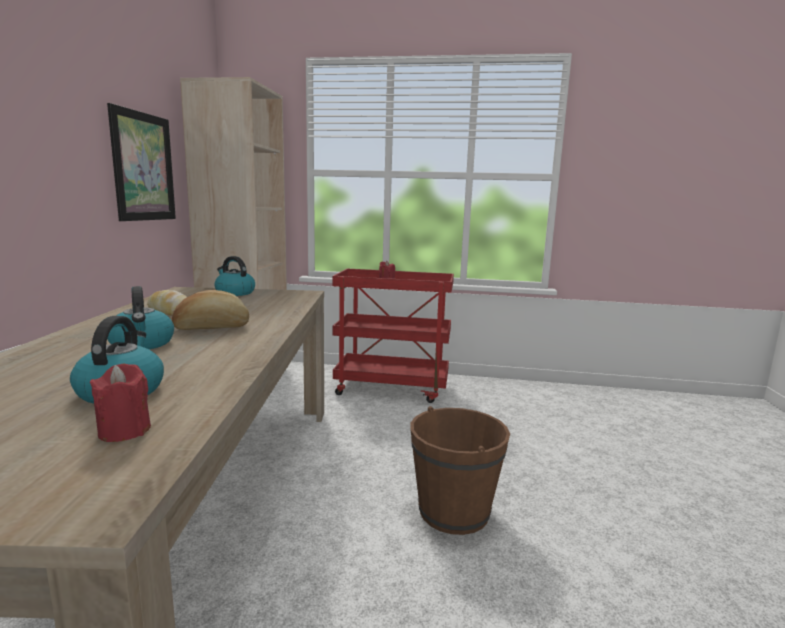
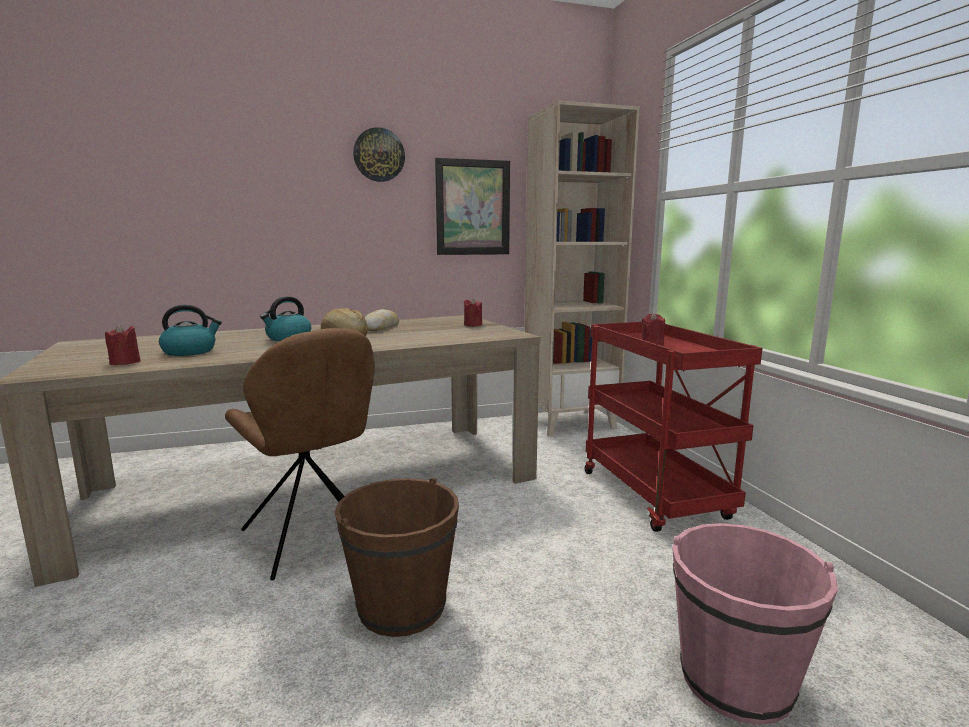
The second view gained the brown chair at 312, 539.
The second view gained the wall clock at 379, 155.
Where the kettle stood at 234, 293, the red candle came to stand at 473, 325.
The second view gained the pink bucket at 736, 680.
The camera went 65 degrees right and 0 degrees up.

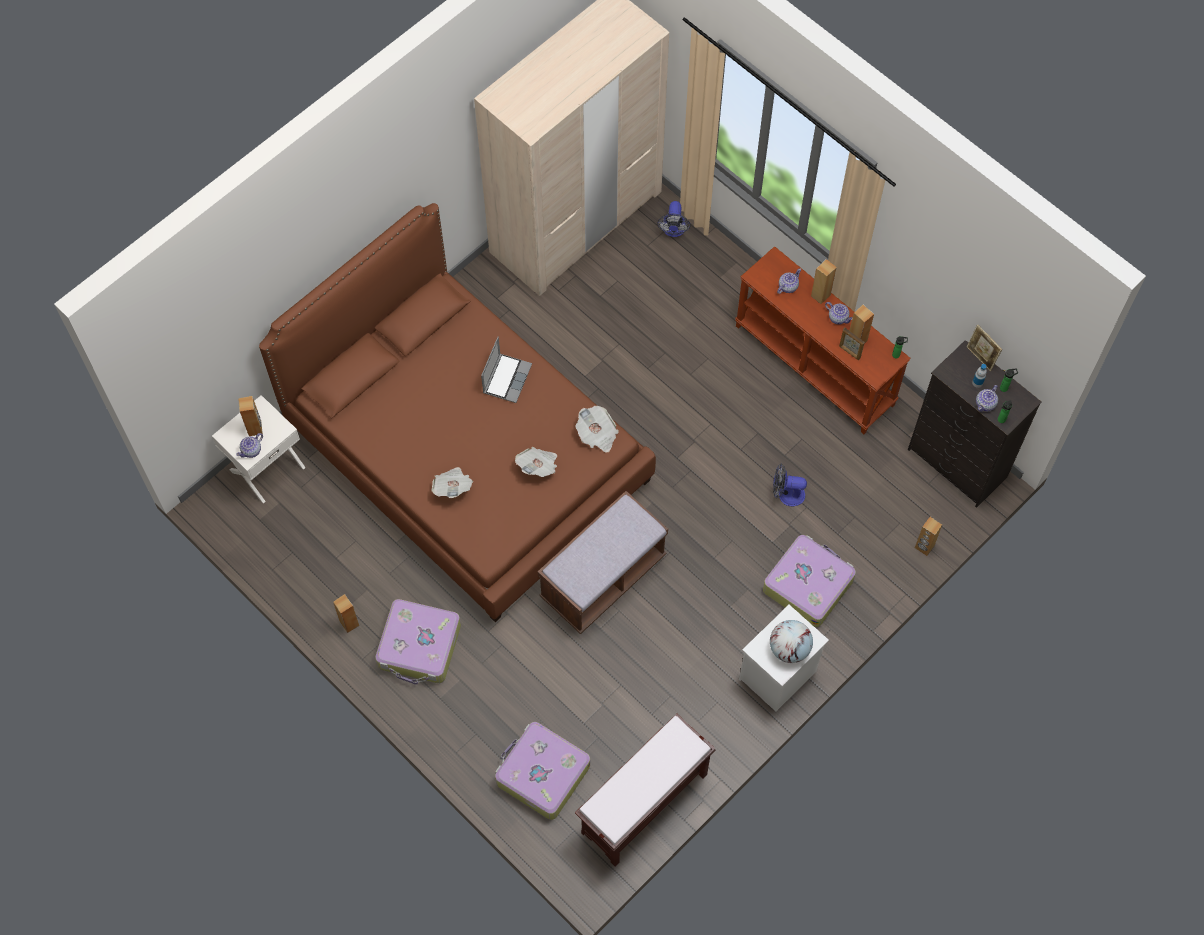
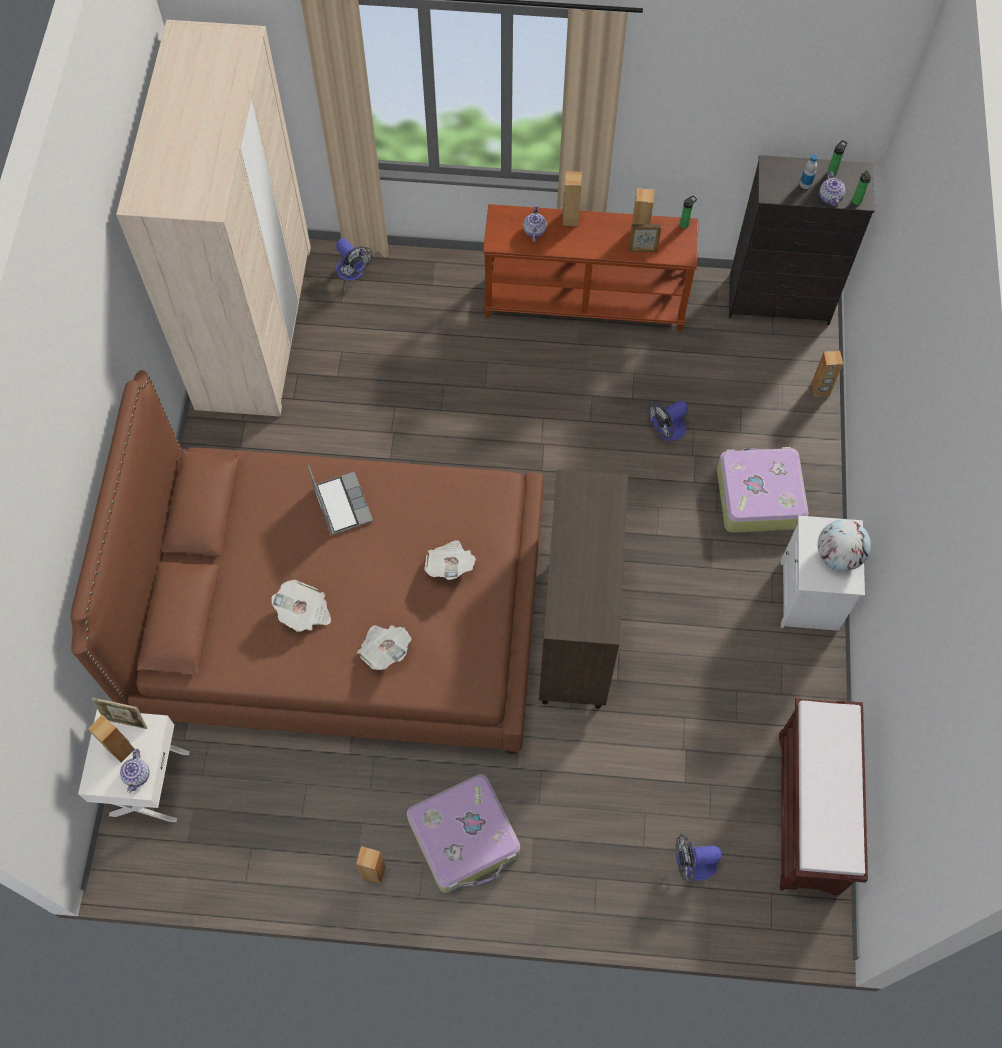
The picture frame ended up elsewhere, having gone from 980, 358 to 126, 722.
The newspaper ended up elsewhere, having gone from 597, 434 to 304, 612.
Where the brown bench stood at 603, 577, the brown cabinet came to stand at 576, 631.
Where the suitcase stood at 542, 774, the fan came to stand at 693, 864.
The second view lost the teapot at 838, 317.
The camera went 40 degrees left and 0 degrees up.

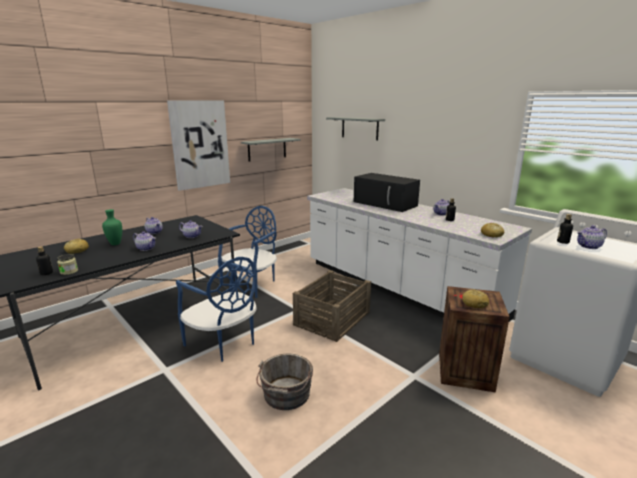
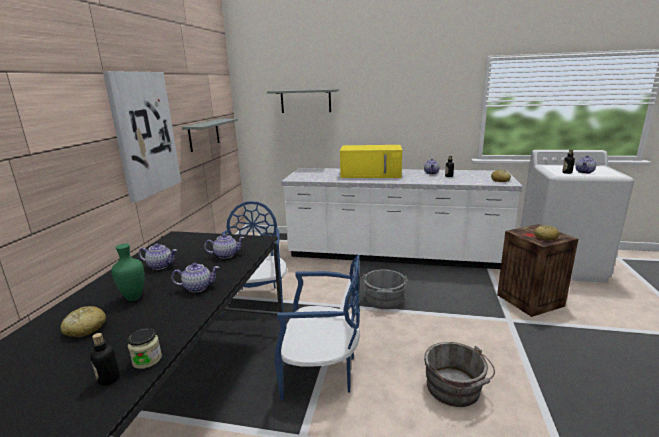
What was the black microwave at 386, 204 turned into the yellow microwave at 371, 174.
Where the crate stood at 333, 318, the grey bucket came to stand at 384, 300.
The camera went 35 degrees left and 0 degrees up.

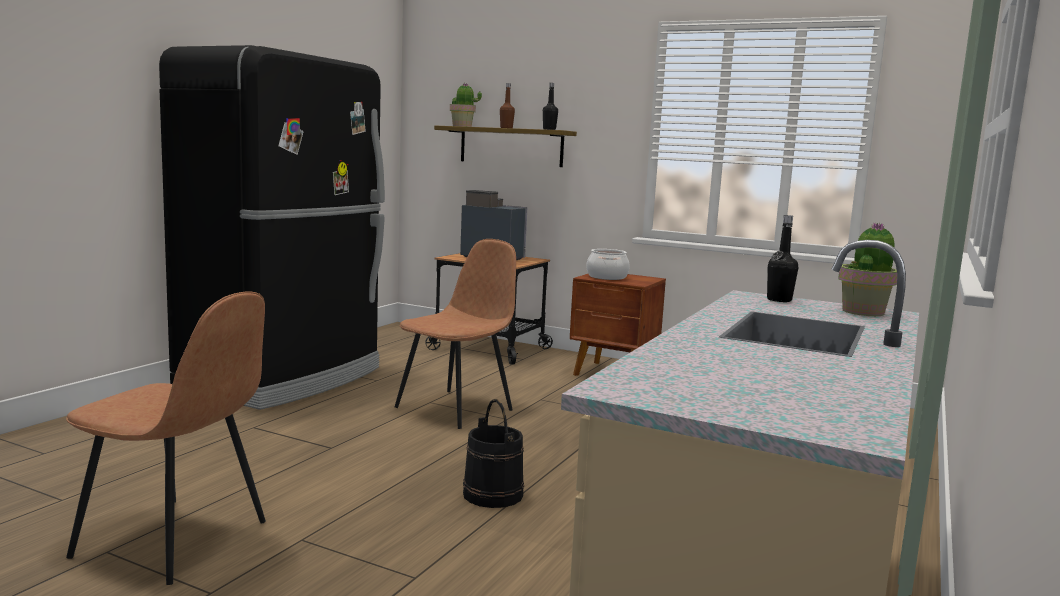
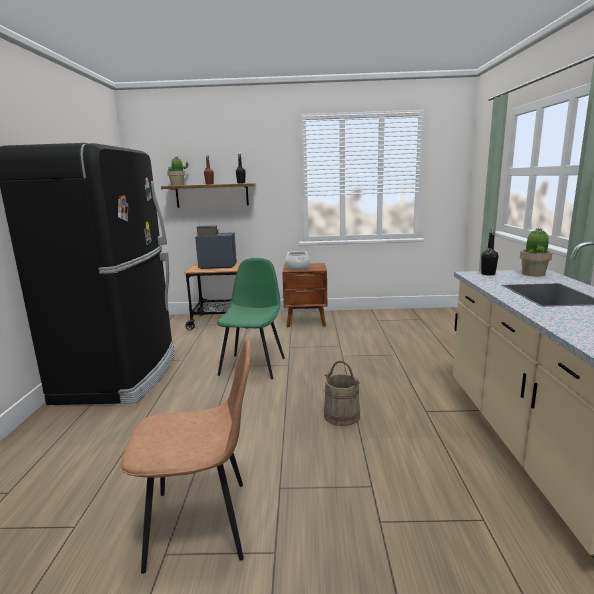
What was the brown chair at 456, 408 turned into the green chair at 253, 366.
What was the black bucket at 492, 494 turned into the beige bucket at 341, 416.
The camera went 25 degrees left and 5 degrees up.

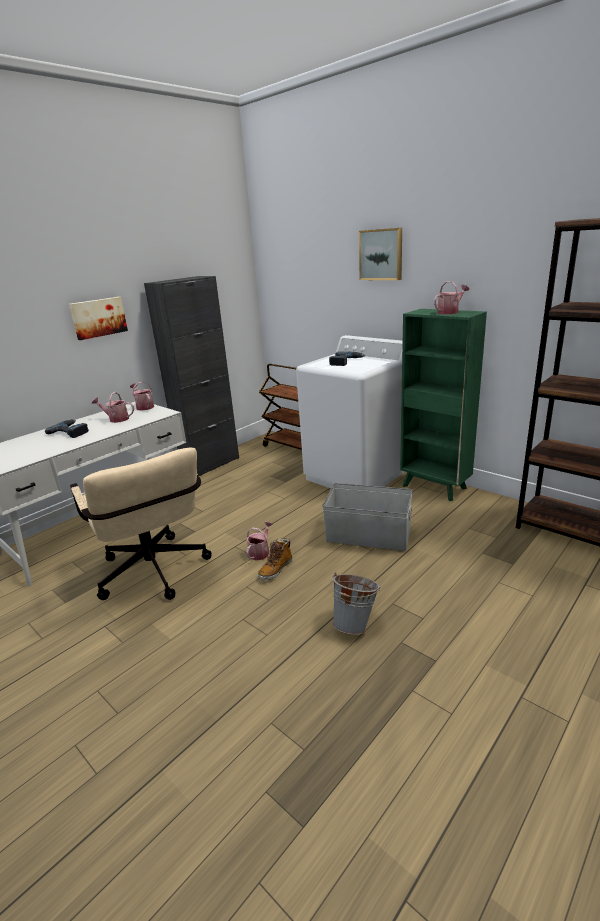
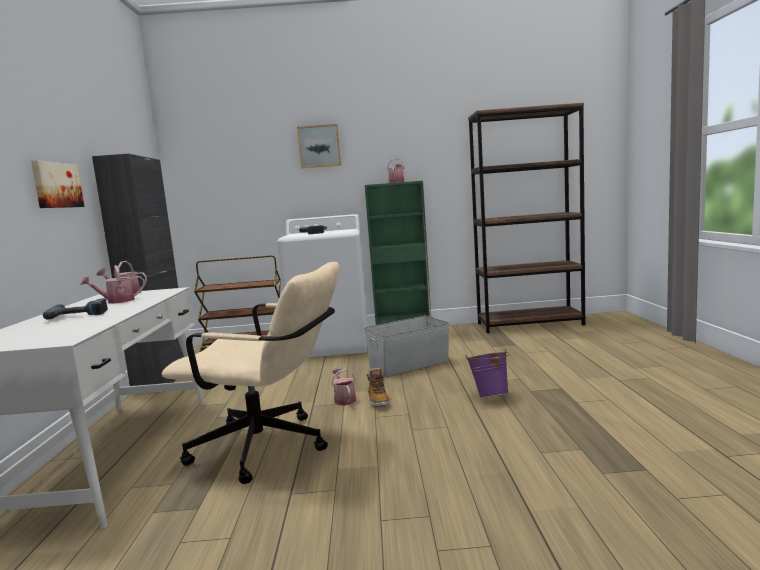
What was the grey bucket at 355, 623 turned into the purple bucket at 490, 396.
The camera went 45 degrees left and 15 degrees down.

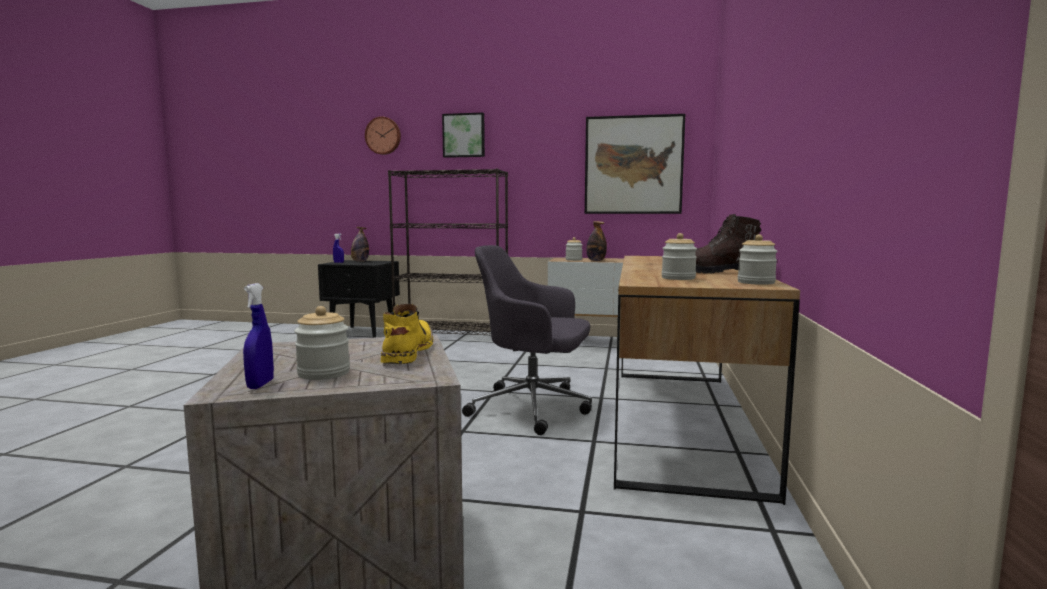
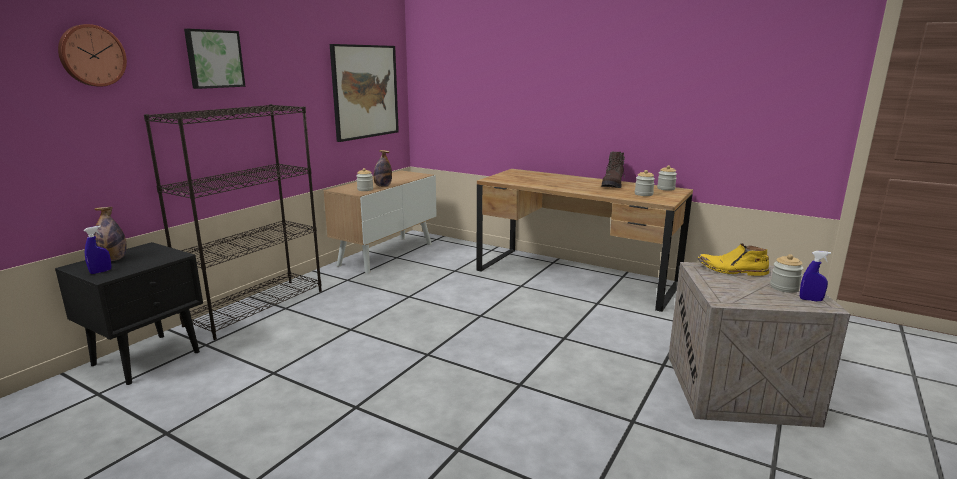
The second view lost the grey office chair at 533, 408.
The camera went 70 degrees left and 10 degrees up.

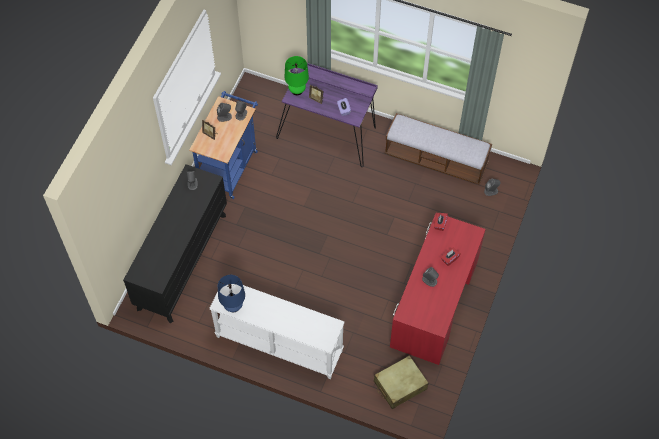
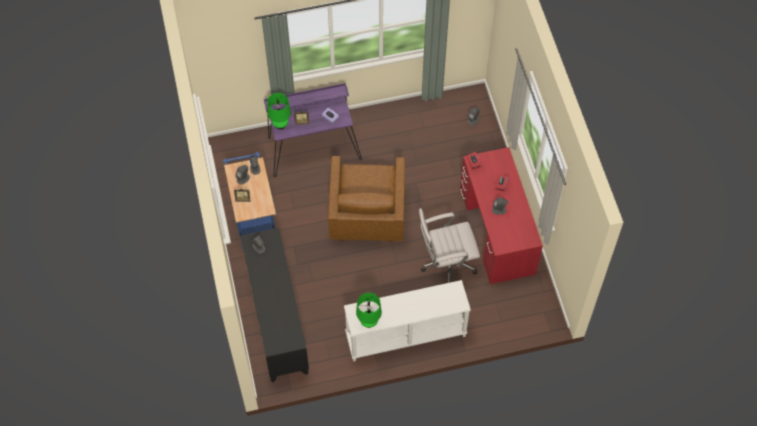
The second view gained the brown armchair at 367, 215.
What was the blue table lamp at 233, 306 turned into the green table lamp at 369, 322.
The second view gained the white office chair at 445, 265.
The second view lost the beige suitcase at 400, 385.
The second view lost the bench at 436, 159.
The camera went 35 degrees left and 0 degrees up.

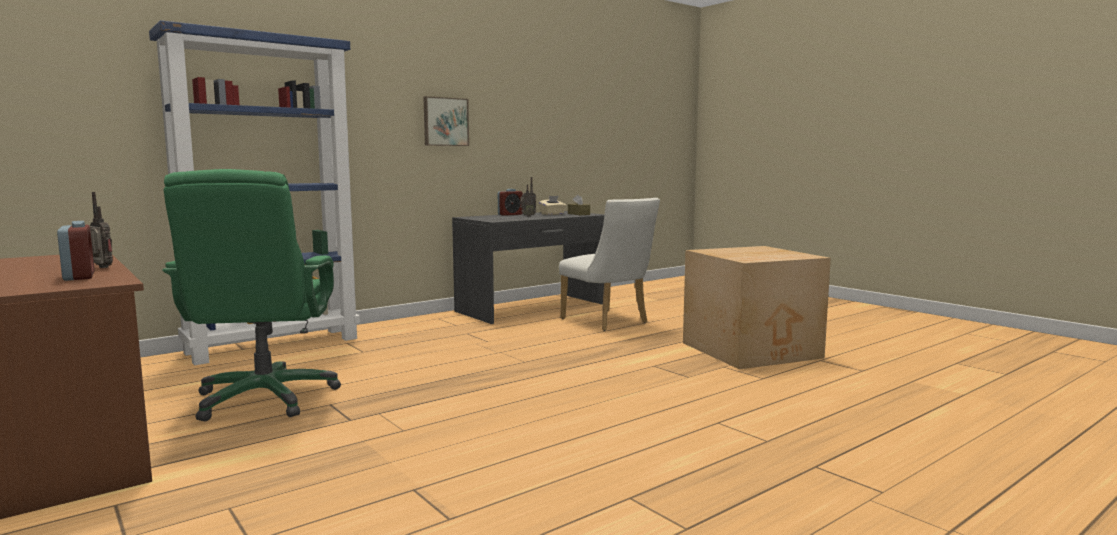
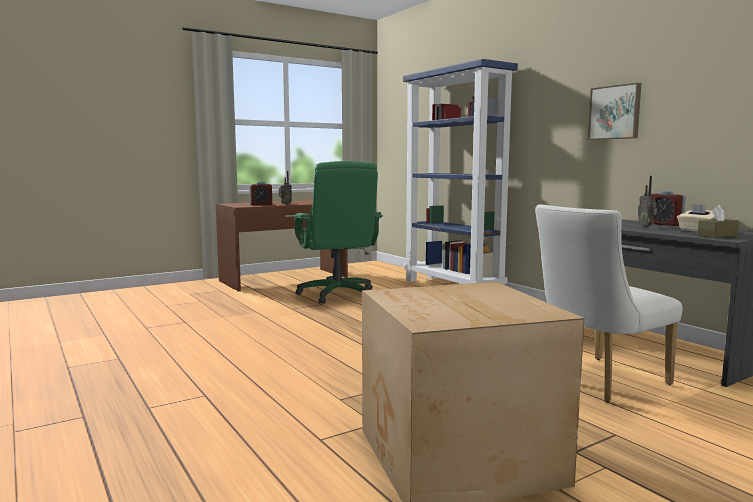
The green office chair at 265, 398 ended up facing another way, 105 degrees counterclockwise from before.
The camera went 95 degrees right and 0 degrees up.

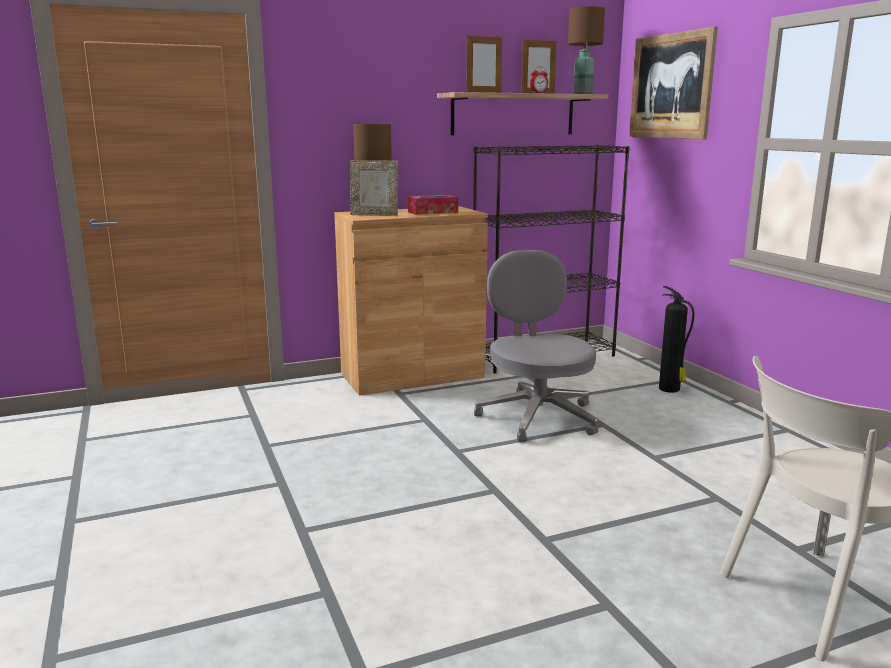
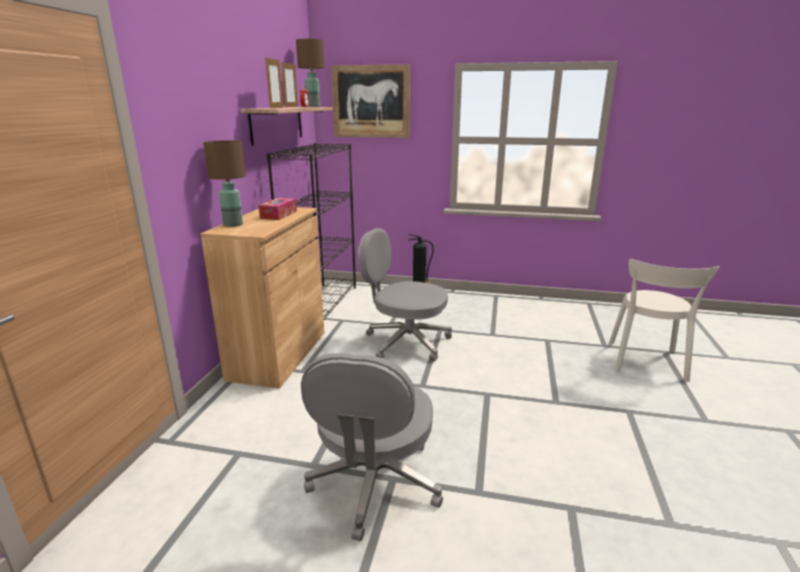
The second view gained the grey office chair at 375, 484.
The second view lost the picture frame at 374, 215.
The camera went 55 degrees left and 5 degrees up.

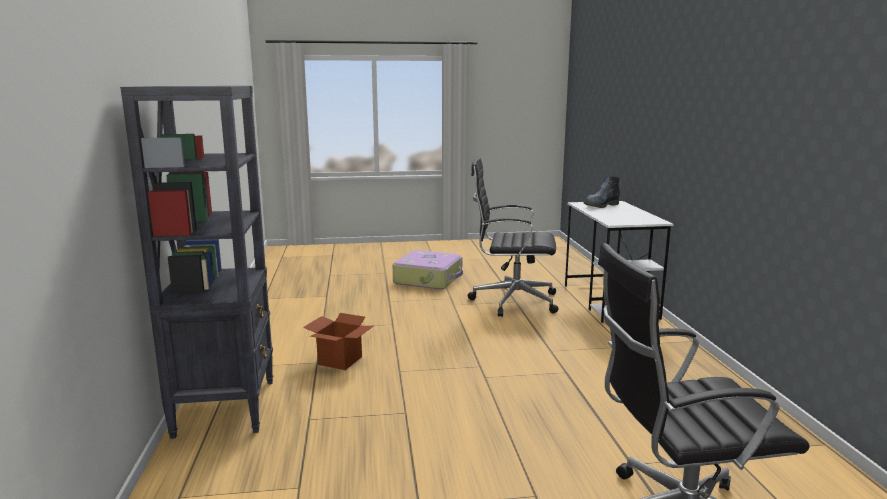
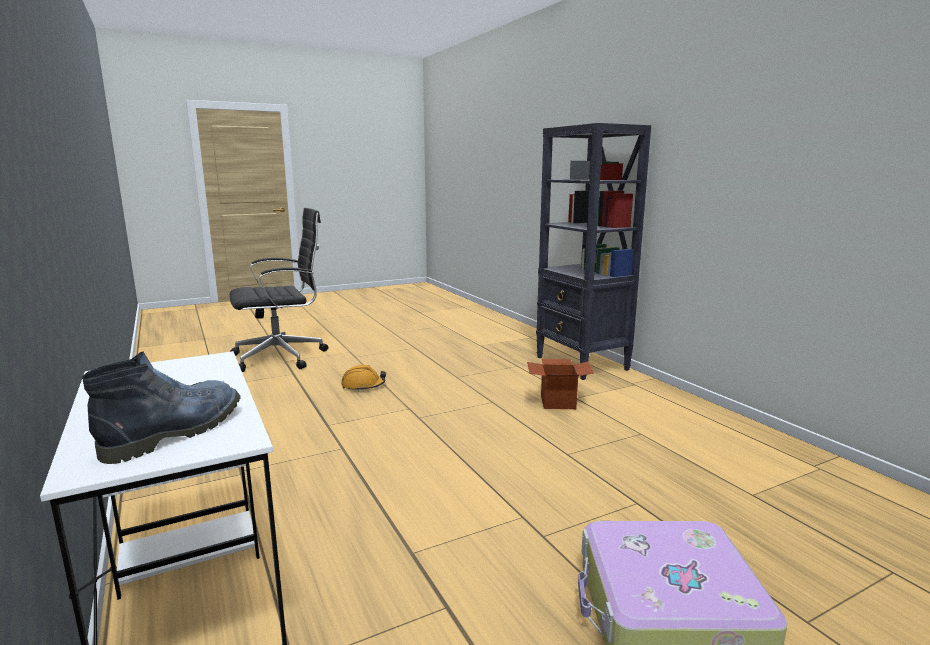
The second view gained the orange hard hat at 363, 386.
The second view lost the black office chair at 512, 301.
The camera went 160 degrees right and 0 degrees up.

